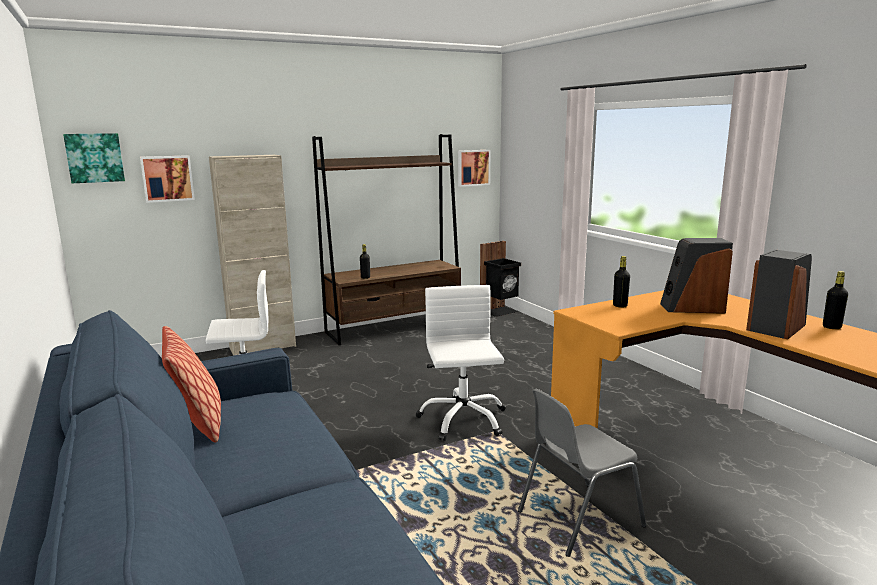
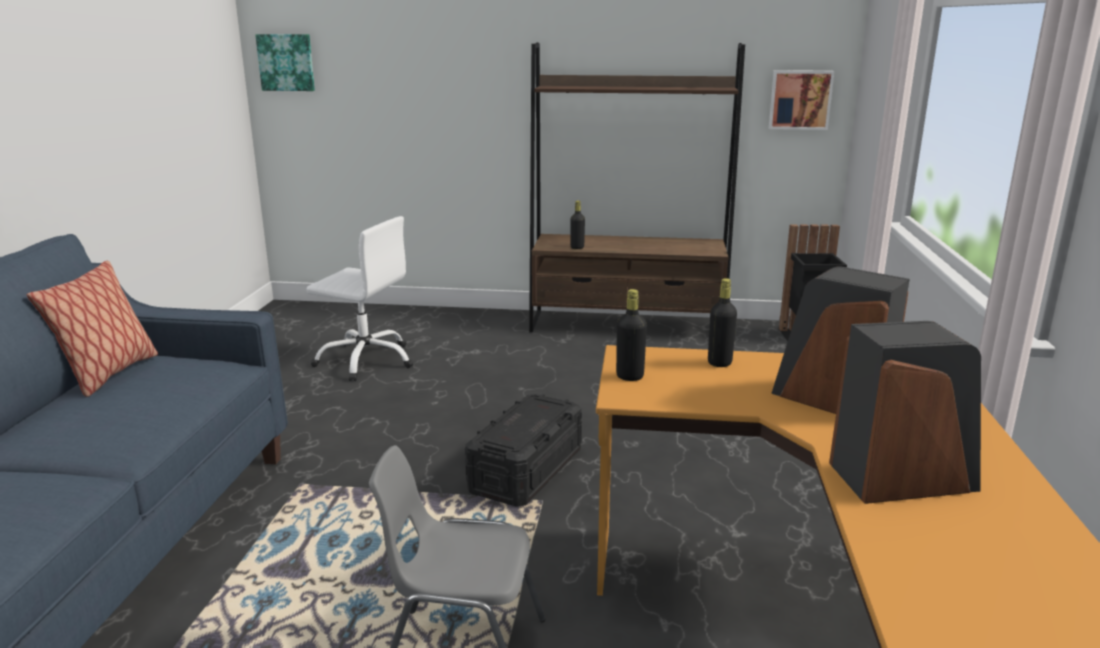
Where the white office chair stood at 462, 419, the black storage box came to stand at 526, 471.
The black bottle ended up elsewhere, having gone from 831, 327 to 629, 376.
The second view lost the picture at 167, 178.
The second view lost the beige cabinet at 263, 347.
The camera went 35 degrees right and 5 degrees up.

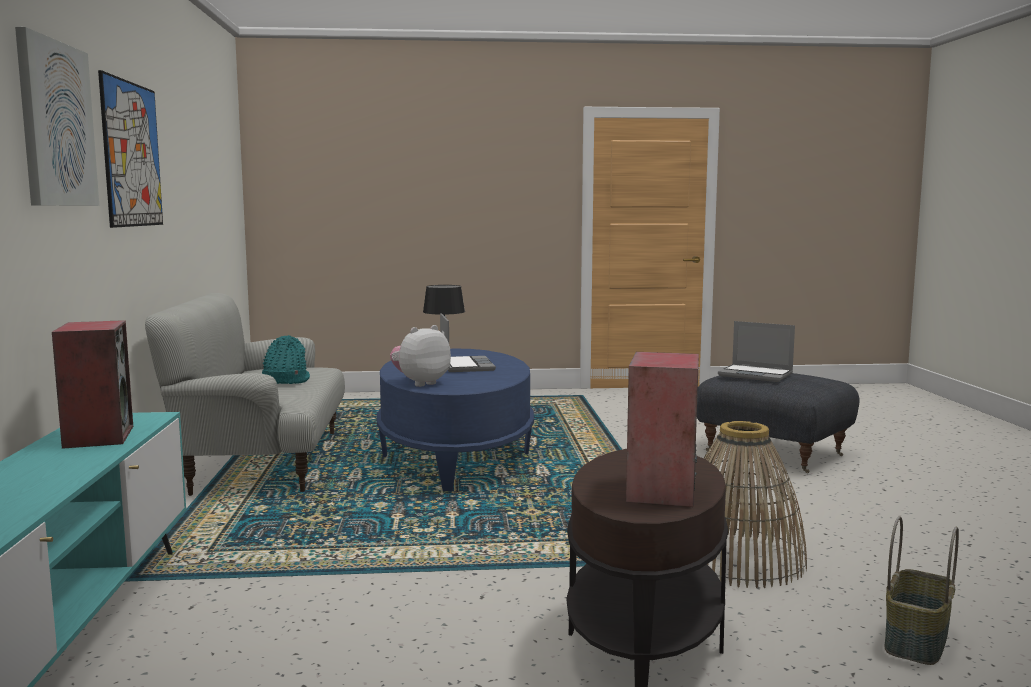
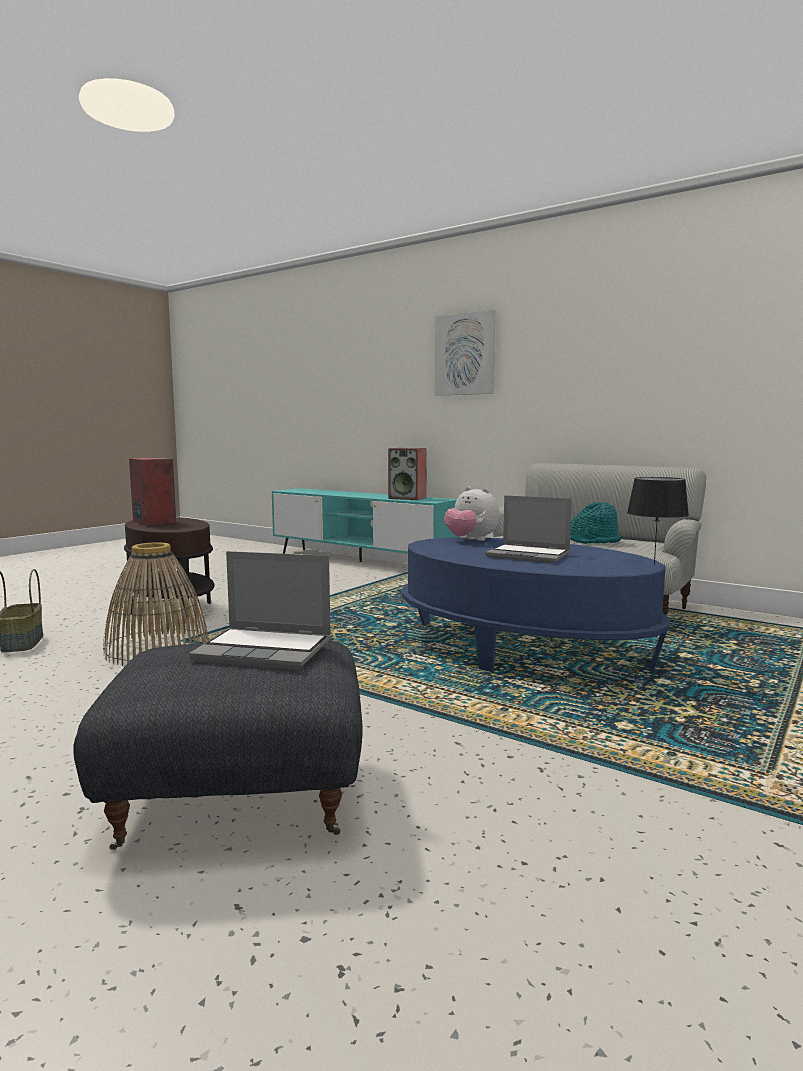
The laptop at 756, 375 ended up facing another way, 150 degrees counterclockwise from before.
The plush toy at 420, 383 ended up facing another way, 135 degrees clockwise from before.
The second view lost the picture at 132, 154.
The camera went 130 degrees right and 0 degrees up.

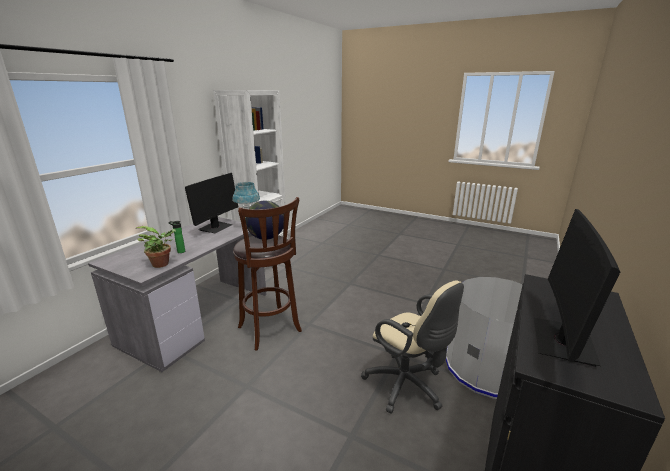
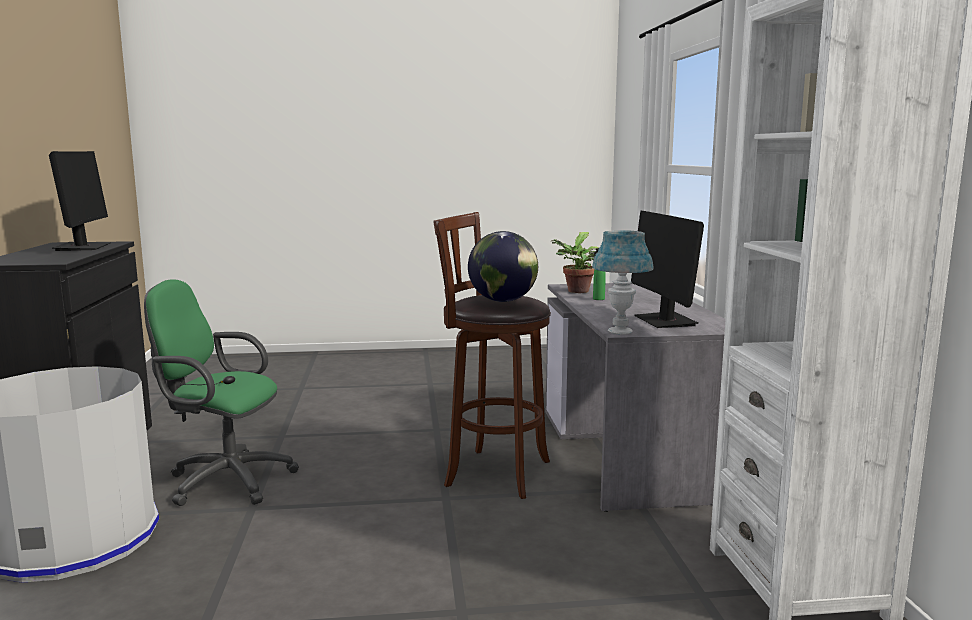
What was the beige office chair at 407, 387 turned into the green office chair at 224, 480.
The camera went 145 degrees right and 10 degrees down.

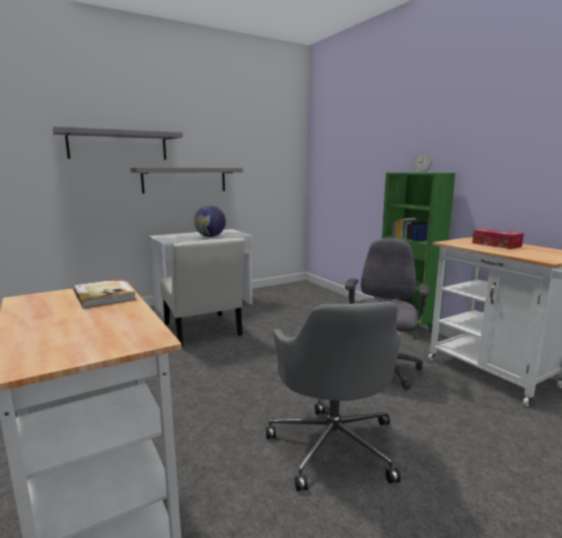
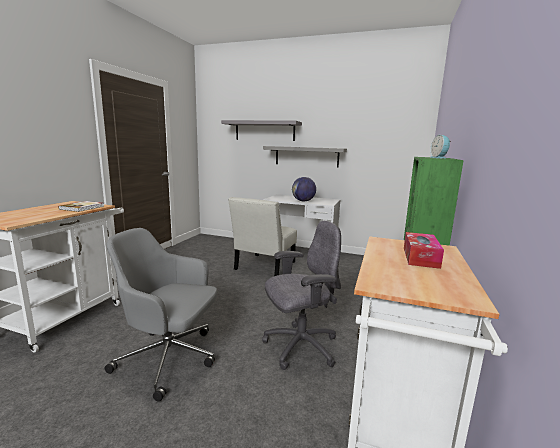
The grey office chair at 333, 444 ended up facing another way, 60 degrees clockwise from before.
The camera went 50 degrees right and 0 degrees up.

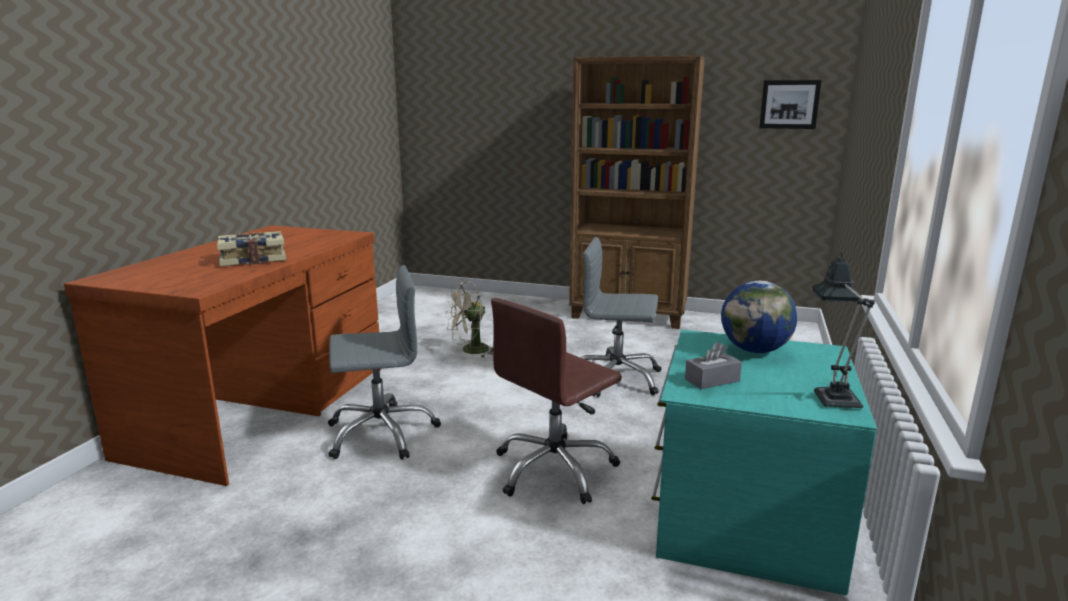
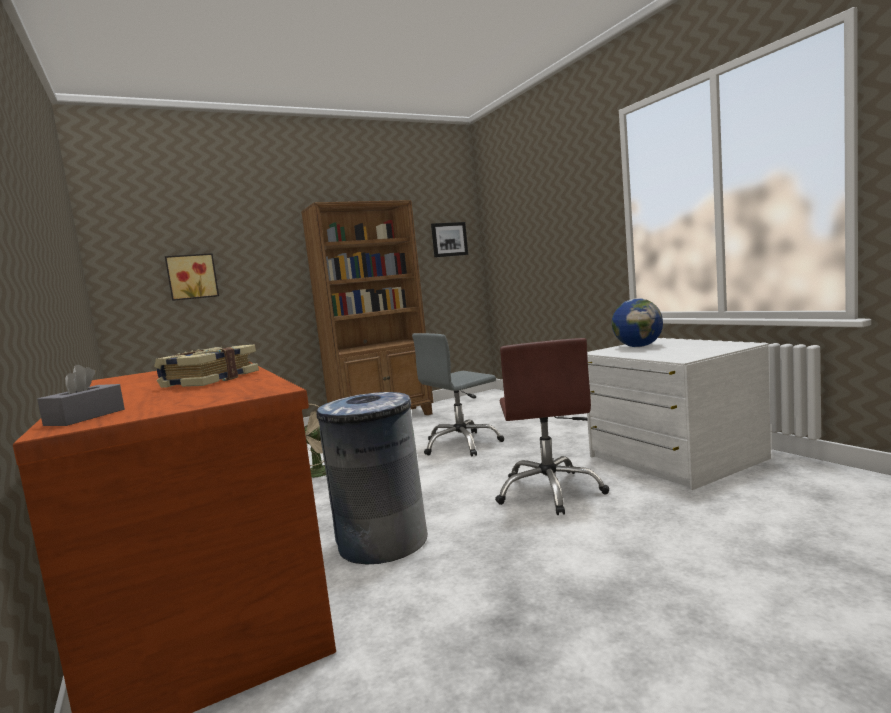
The grey tissue box ended up elsewhere, having gone from 712, 380 to 85, 417.
The second view gained the picture at 192, 276.
Where the grey office chair stood at 381, 433, the grey trash can came to stand at 382, 542.
What was the turquoise dresser at 744, 516 turned into the white dresser at 673, 458.
The second view lost the table lamp at 833, 396.
The camera went 45 degrees left and 10 degrees down.

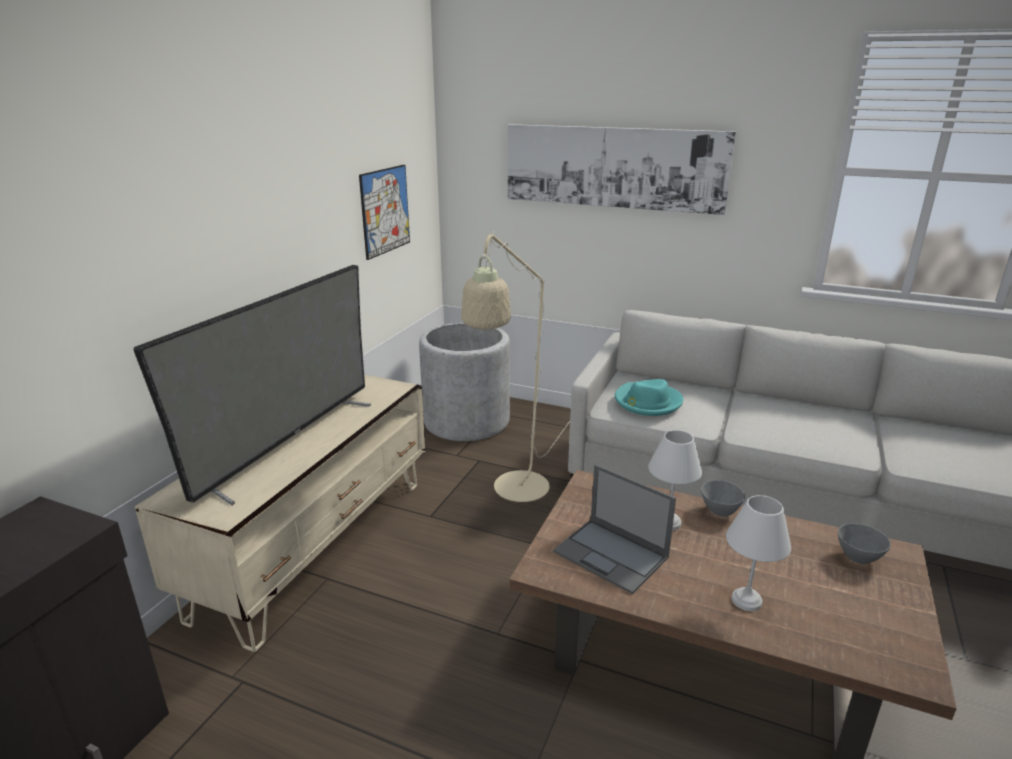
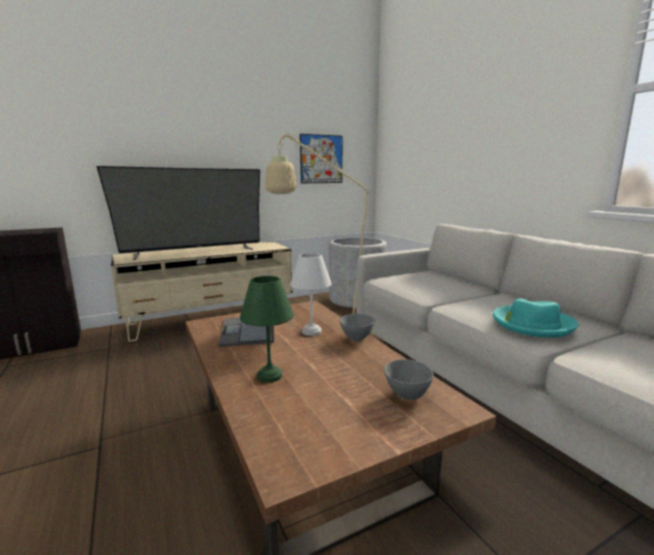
What was the white table lamp at 745, 601 turned into the green table lamp at 268, 375.
The turquoise hat ended up elsewhere, having gone from 647, 402 to 531, 324.
The second view lost the picture at 613, 167.
The camera went 40 degrees right and 10 degrees down.

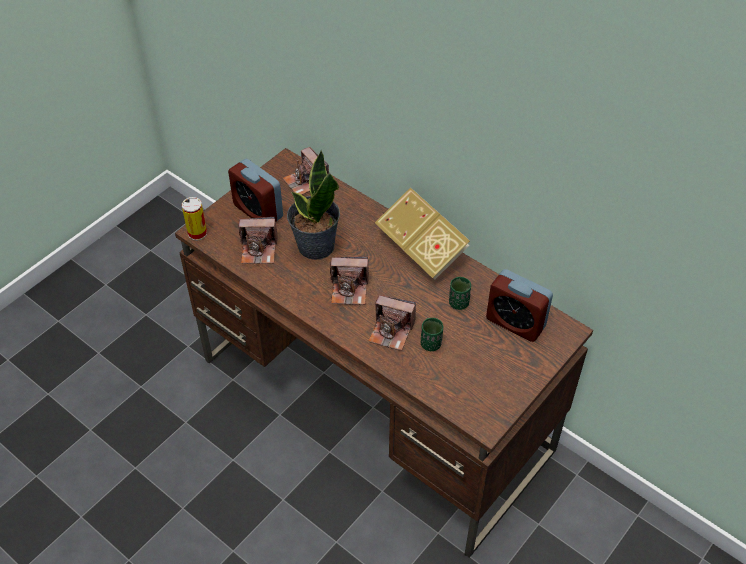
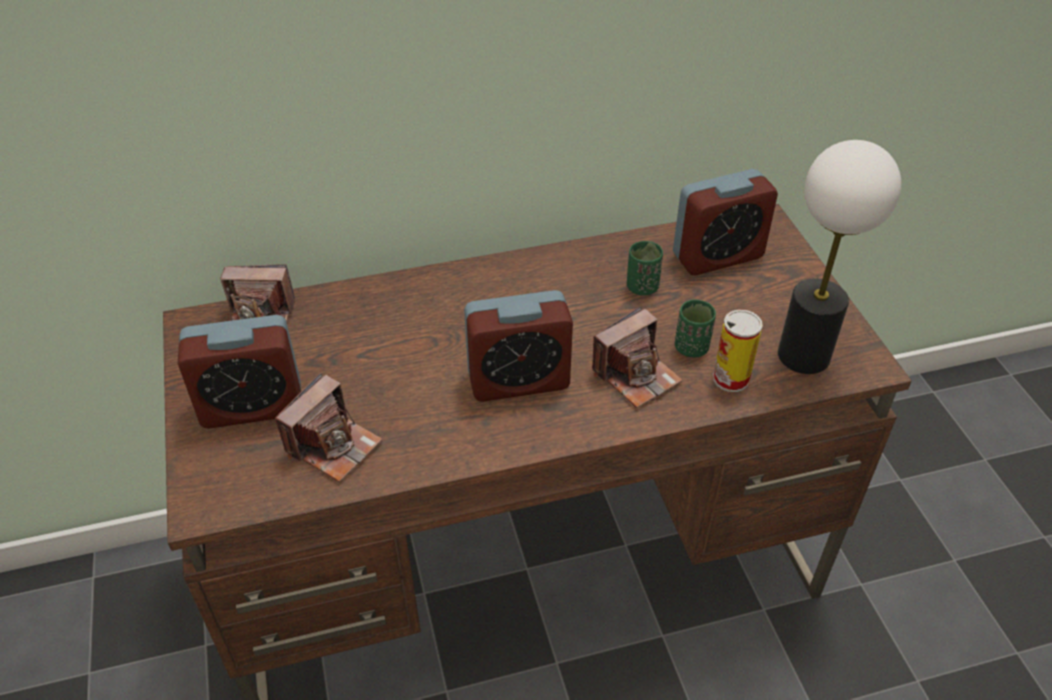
Where the photo camera stood at 349, 289, the alarm clock came to stand at 518, 380.
The can ended up elsewhere, having gone from 197, 233 to 731, 379.
The second view gained the table lamp at 803, 355.
The second view lost the potted plant at 315, 246.
The second view lost the book at 422, 249.
The camera went 55 degrees left and 5 degrees down.

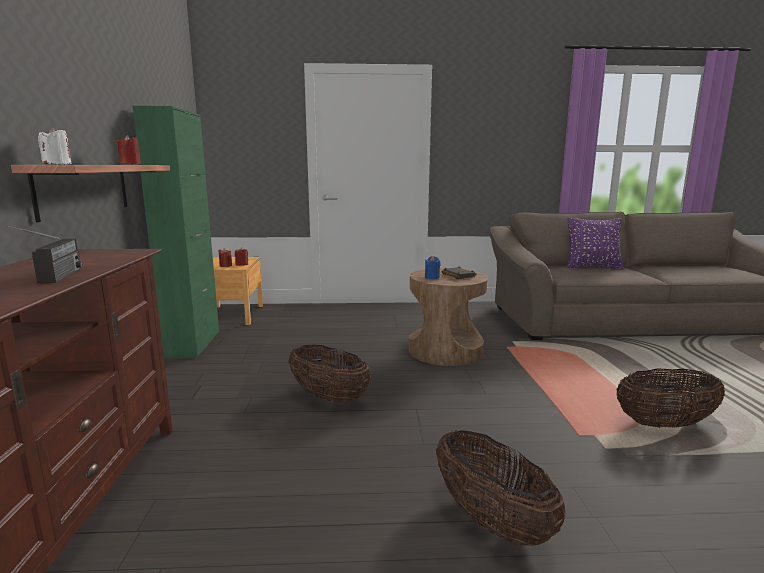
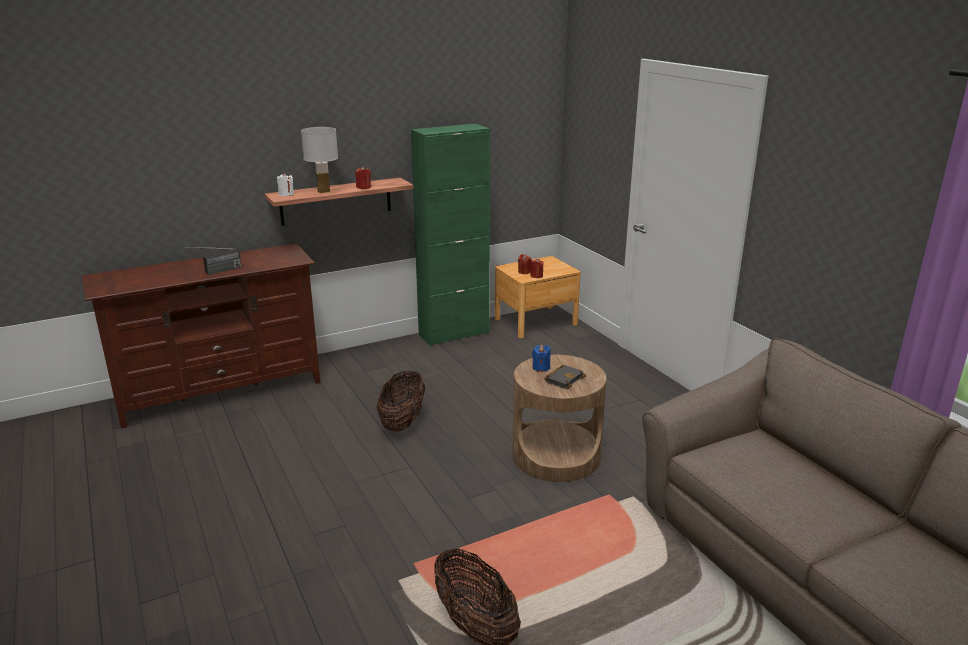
The second view gained the white table lamp at 323, 191.
The second view lost the basket at 491, 520.
The second view lost the purple pillow at 592, 267.
The camera went 65 degrees right and 10 degrees up.

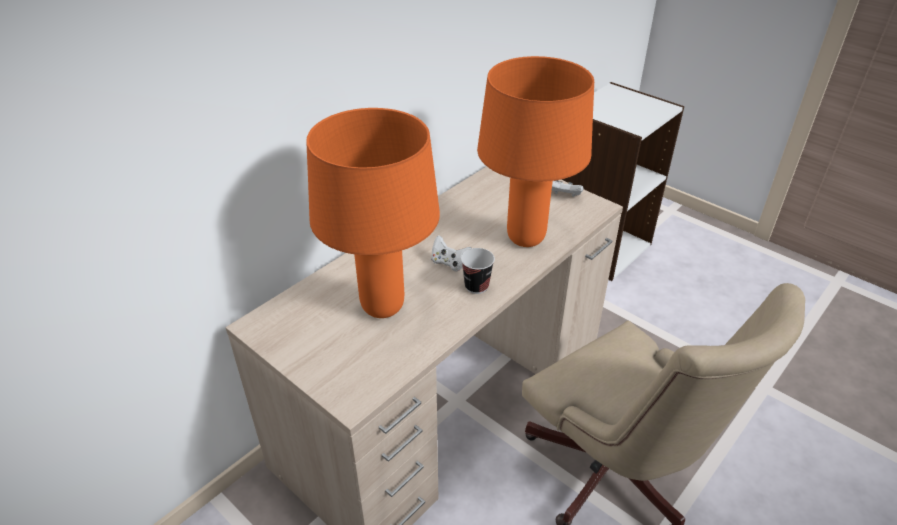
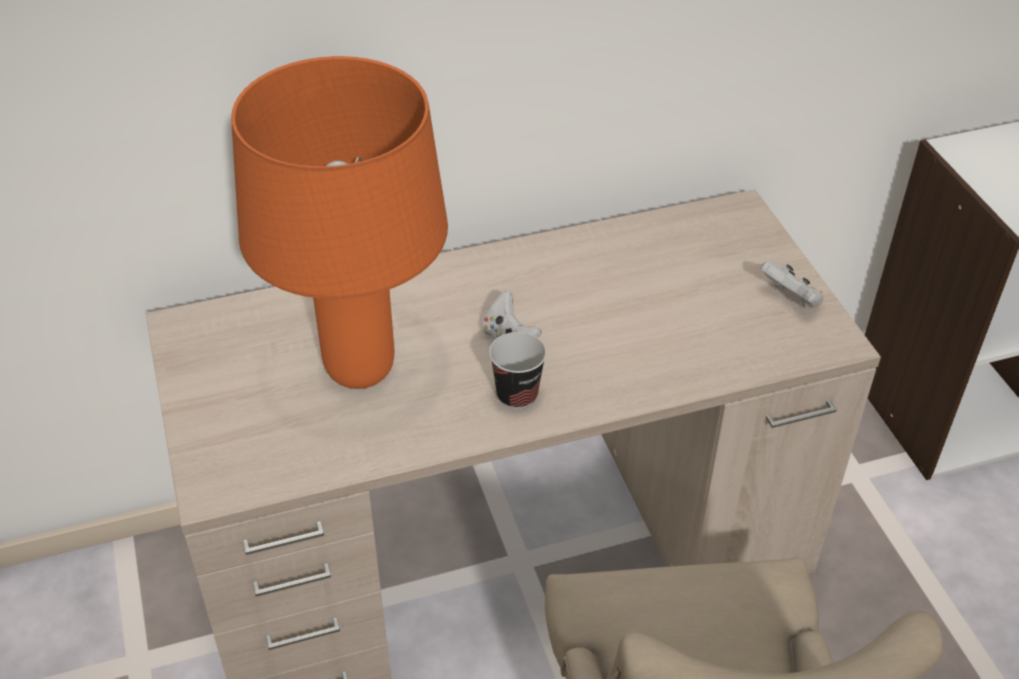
The second view lost the orange table lamp at 526, 238.
The camera went 30 degrees right and 5 degrees up.

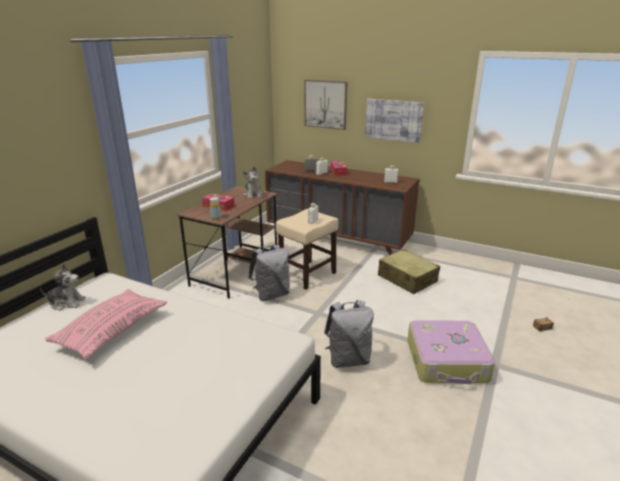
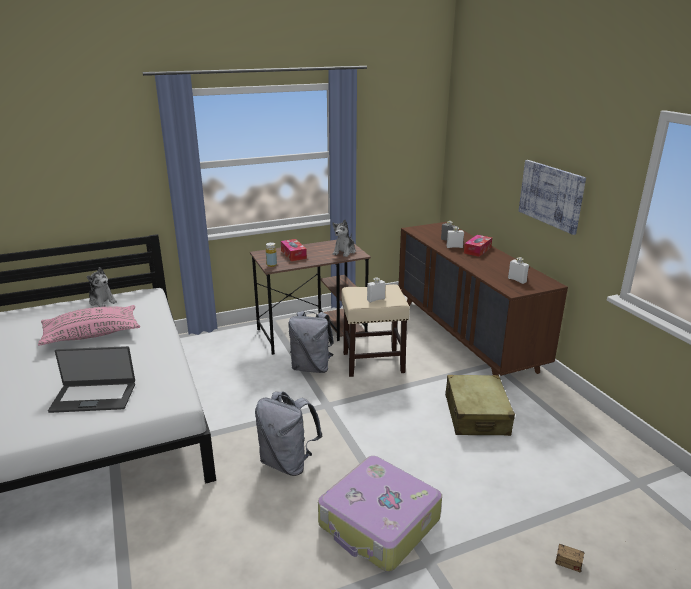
The second view gained the laptop at 94, 397.
The second view lost the picture at 325, 104.
The camera went 40 degrees right and 0 degrees up.

